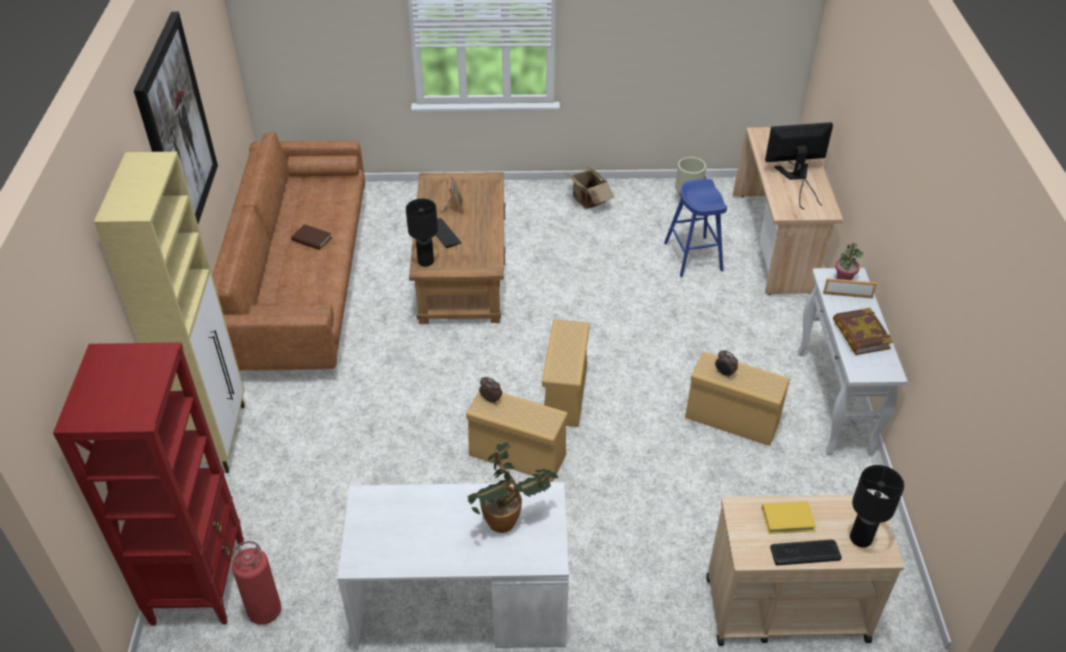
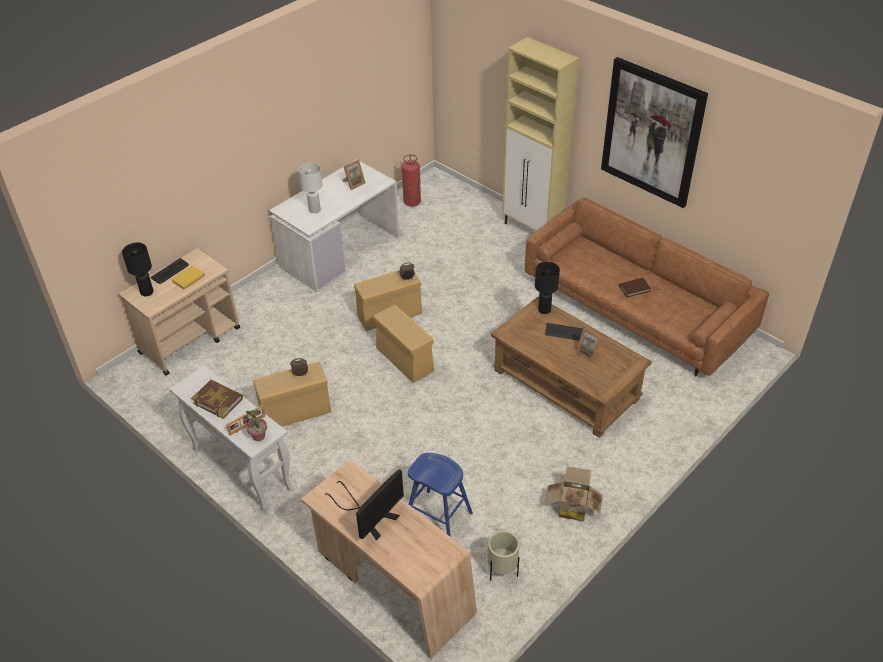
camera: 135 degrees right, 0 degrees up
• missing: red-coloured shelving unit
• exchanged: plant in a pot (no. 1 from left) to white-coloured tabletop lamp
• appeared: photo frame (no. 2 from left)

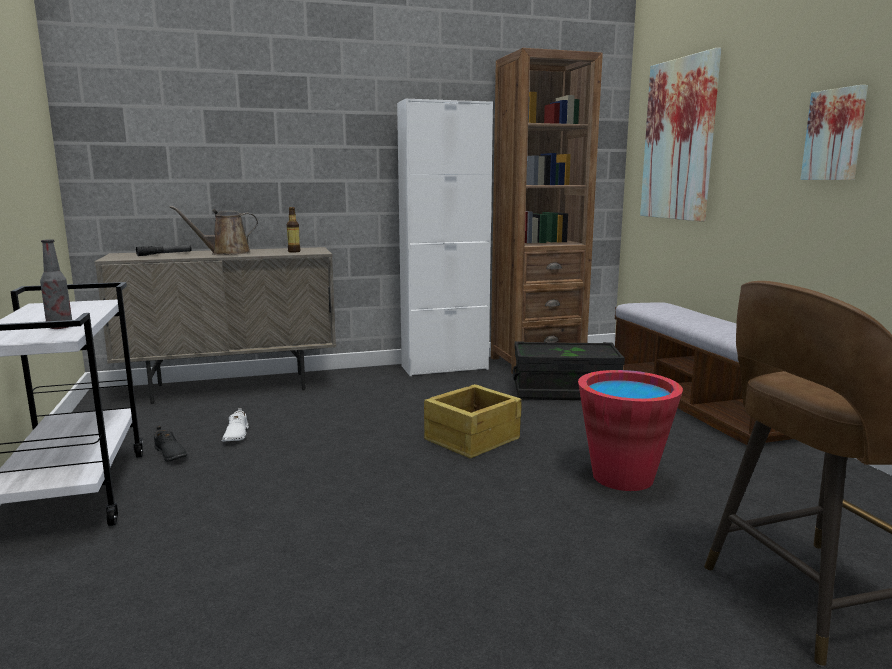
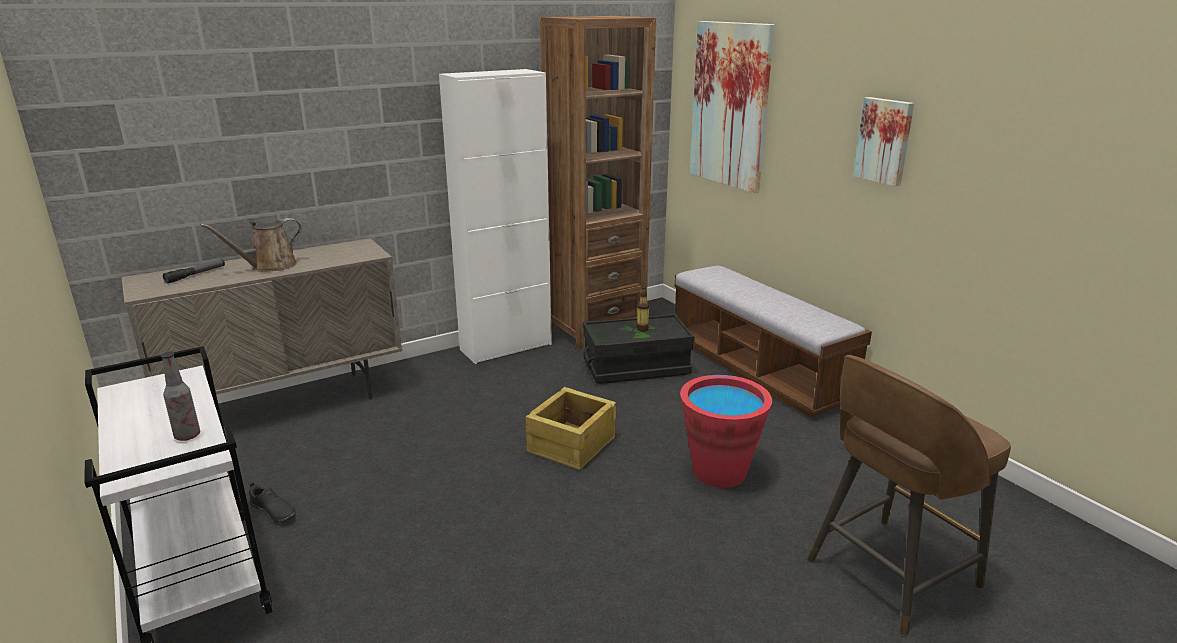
camera: 15 degrees left, 10 degrees up
• relocated: beverage bottle (no. 2 from left)
• missing: white-coloured shoe

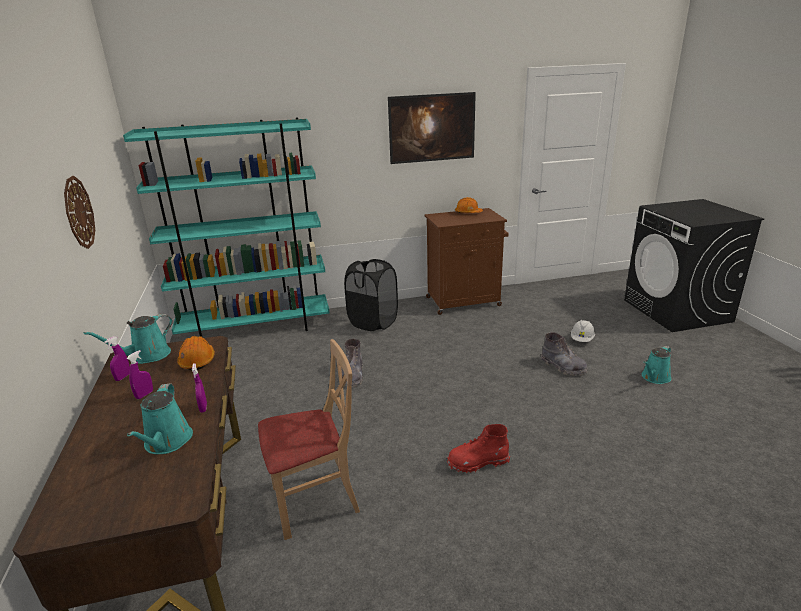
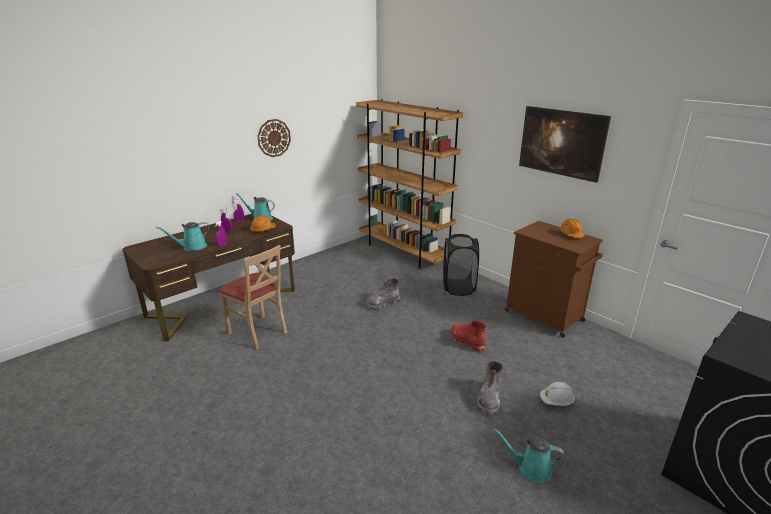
camera: 60 degrees right, 0 degrees up
• colour: turquoise shelving unit to brown shelving unit
• relocated: red-coloured boot

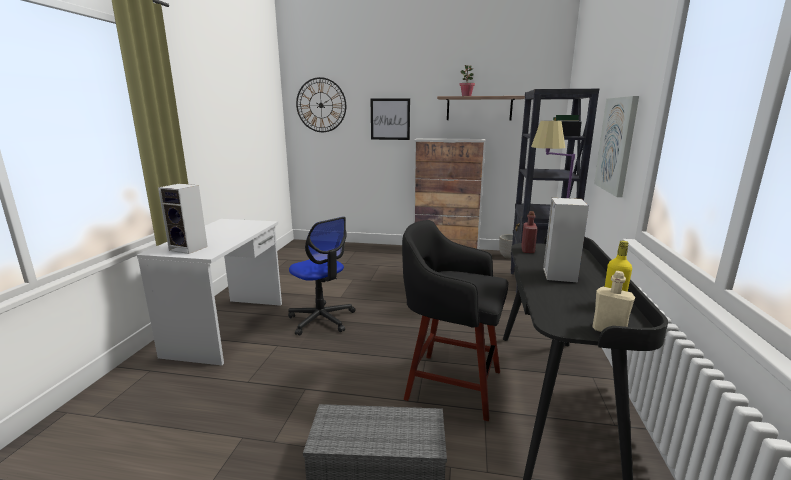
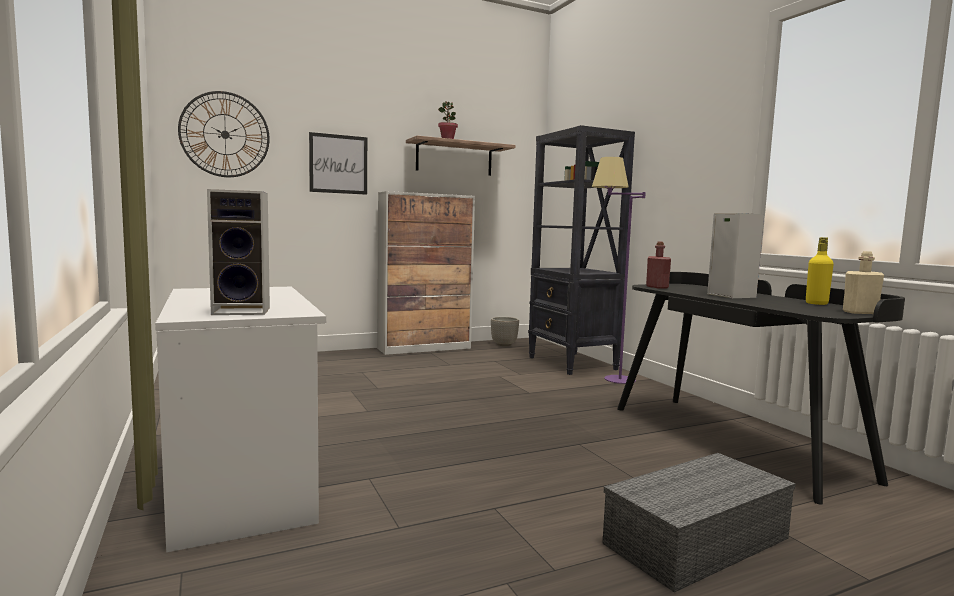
camera: 35 degrees left, 10 degrees down
• missing: wall picture (no. 2 from left)
• missing: computer chair
• missing: black-coloured stool seat

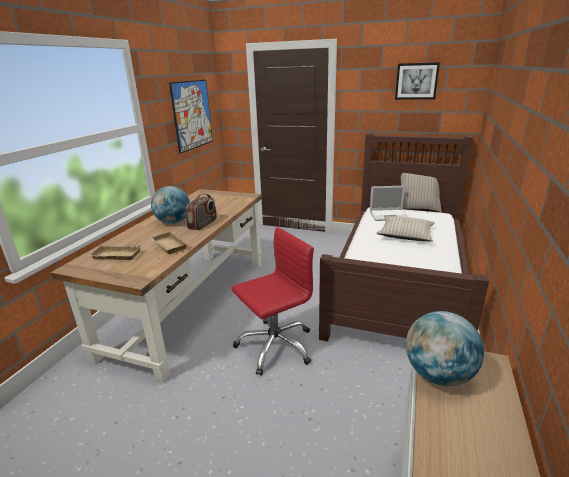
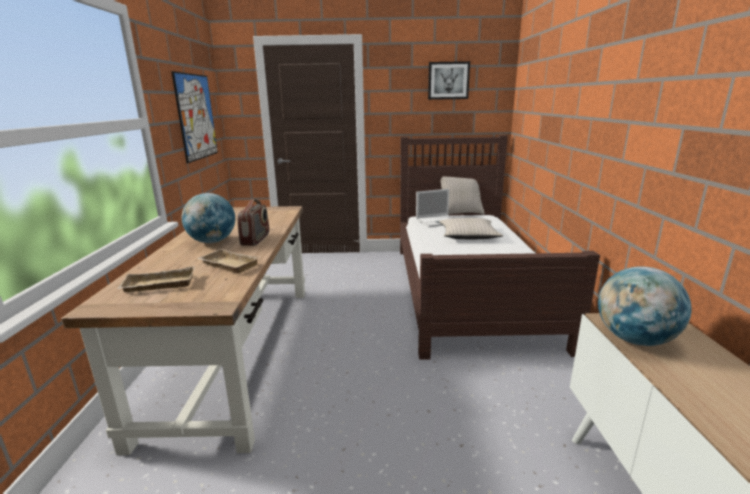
camera: 20 degrees left, 5 degrees down
• missing: red-coloured computer chair

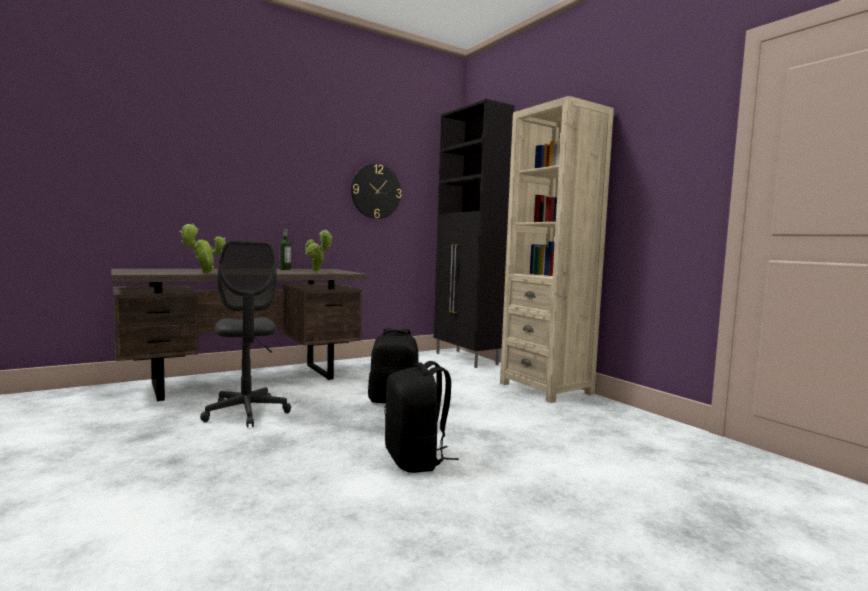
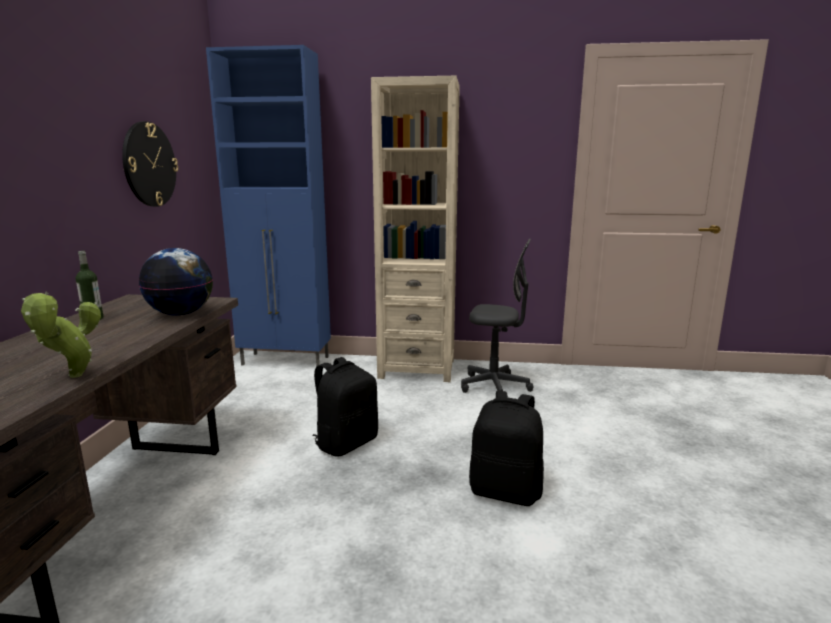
camera: 50 degrees left, 10 degrees up
• colour: black-coloured storage cabinet to bluish storage cabinet
• exchanged: plant in a pot (no. 2 from left) to globe
• relocated: gray computer chair

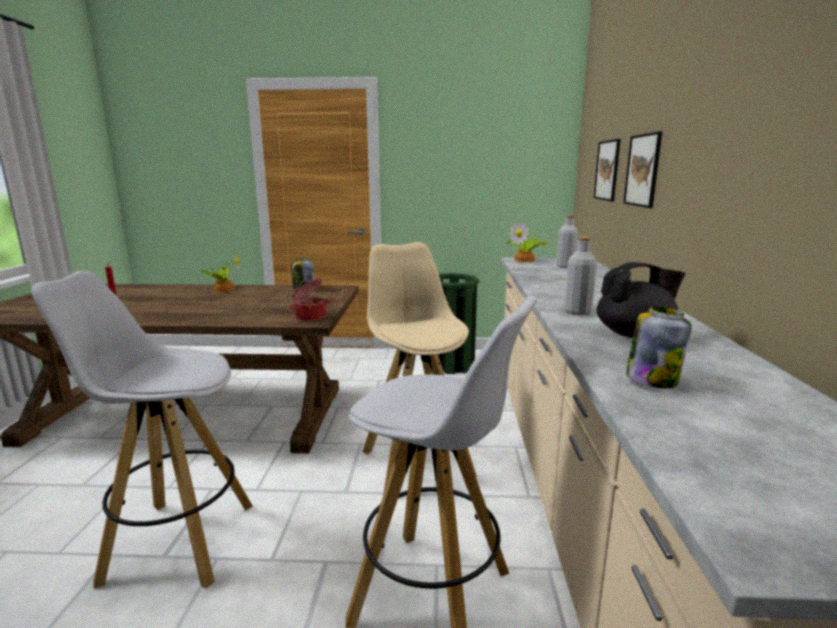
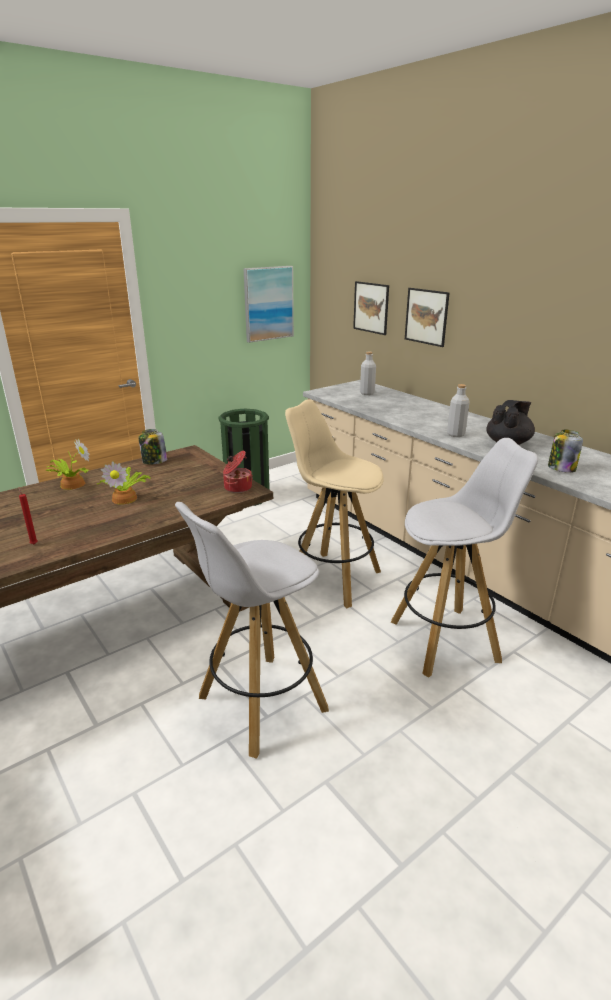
camera: 40 degrees left, 10 degrees up
• relocated: plant in a pot (no. 2 from left)
• appeared: wall picture (no. 1 from left)

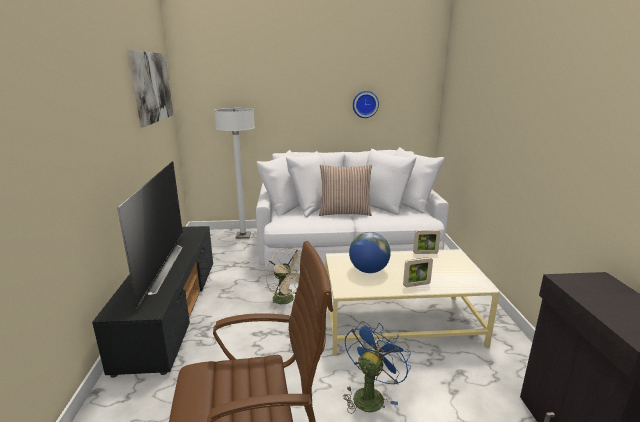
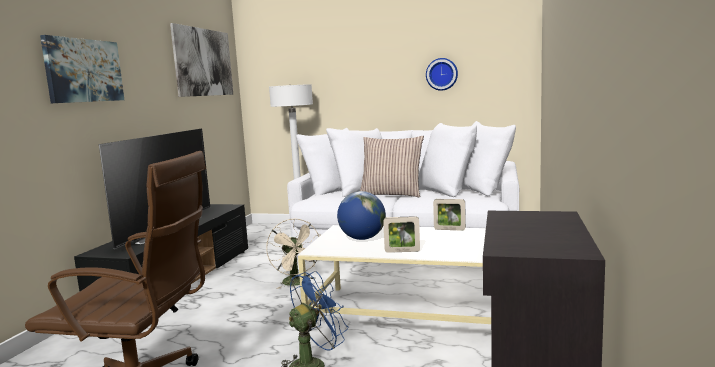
camera: 20 degrees right, 10 degrees down
• appeared: wall picture (no. 1 from left)

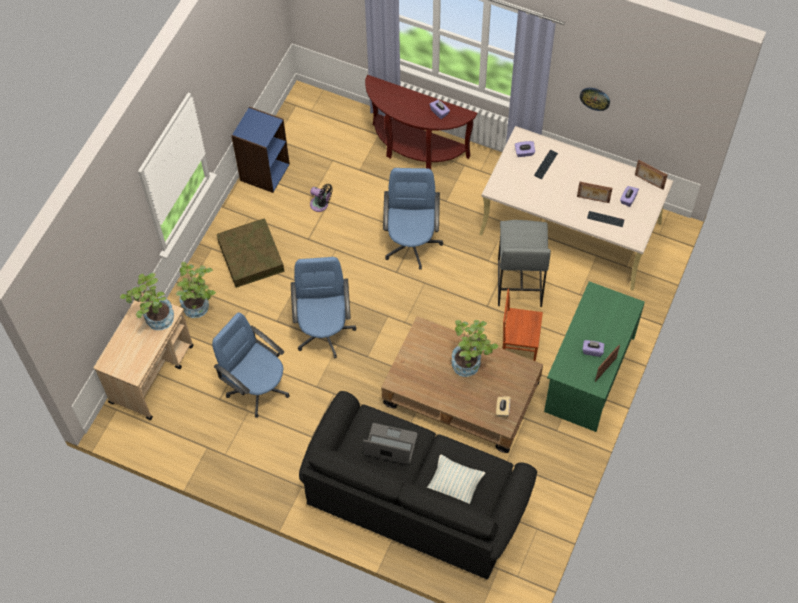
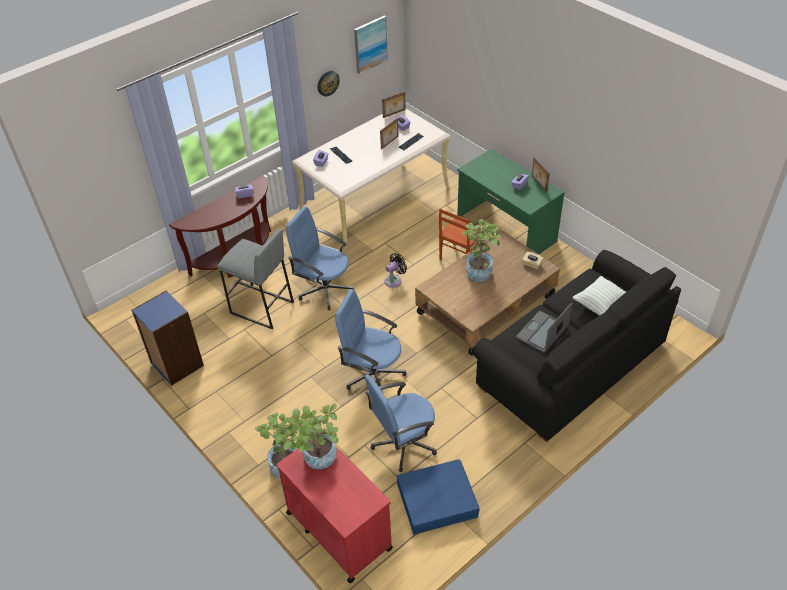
camera: 65 degrees left, 15 degrees down
• relocated: black-coloured electric fan
• missing: brown storage bin
• relocated: gray stool seat
• colour: beige-coloured trolley to red-coloured trolley
• appeared: wall picture
• appeared: bluish storage bin

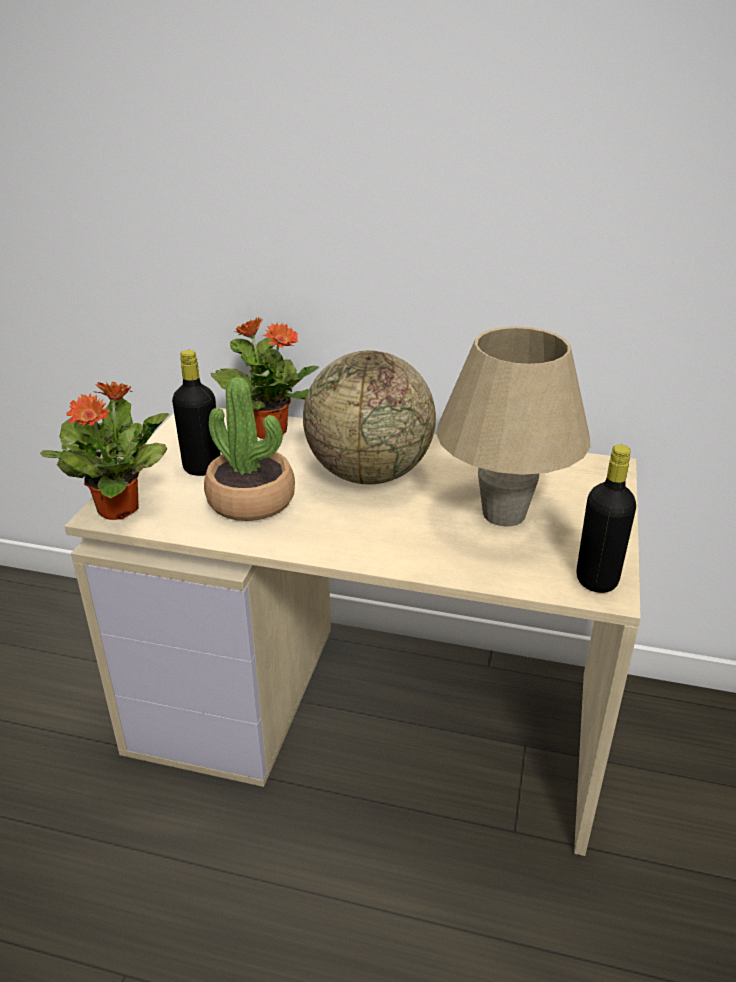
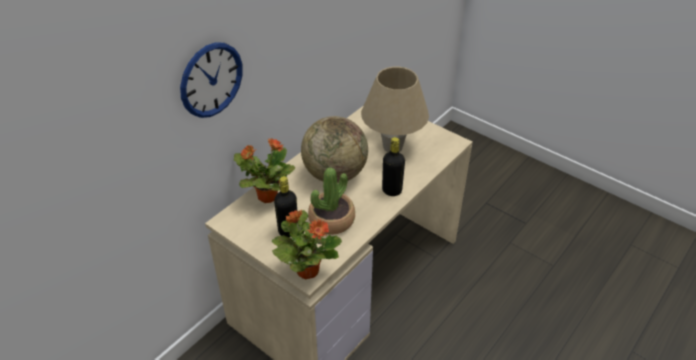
camera: 65 degrees left, 10 degrees up
• relocated: black-coloured beverage bottle (no. 2 from left)
• appeared: hanging clock

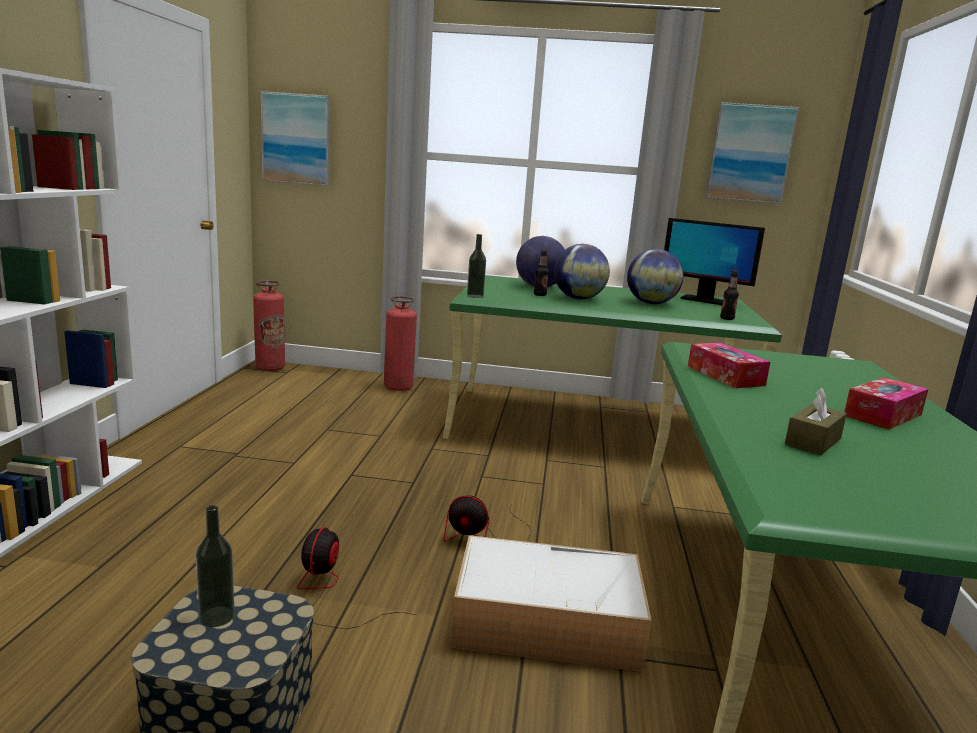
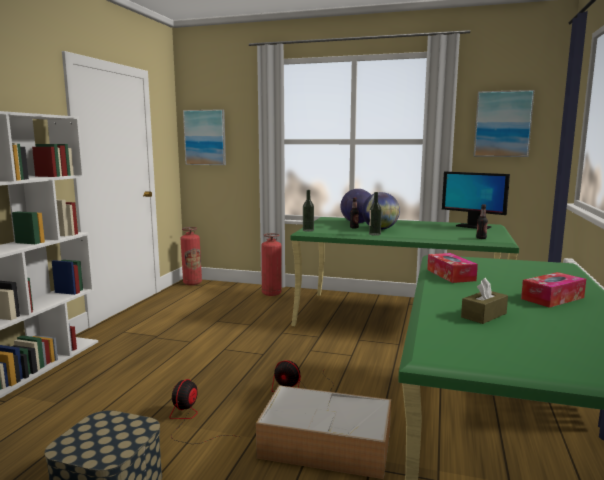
camera: 10 degrees right, 5 degrees down
• missing: globe (no. 3 from left)
• relocated: beverage bottle (no. 1 from left in the first image) to beverage bottle (no. 3 from left)

